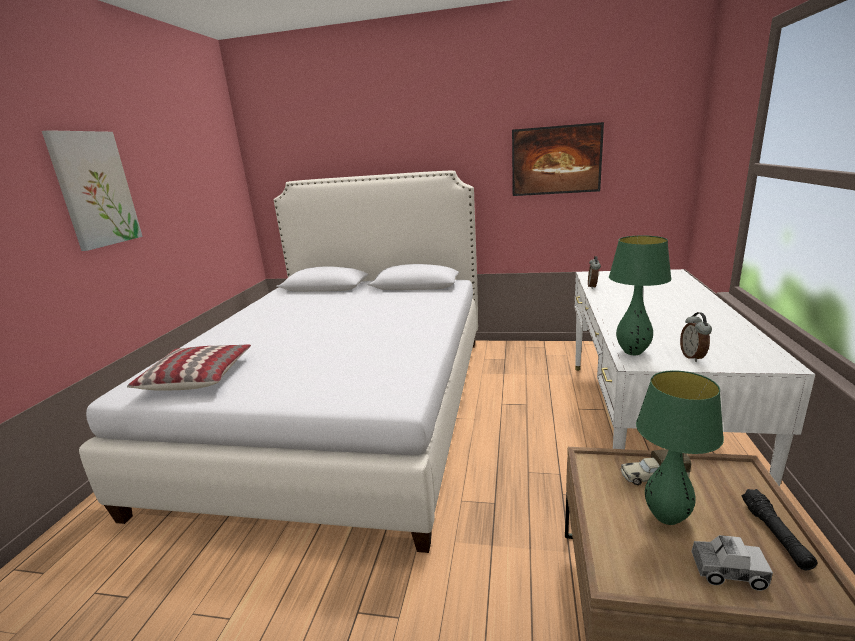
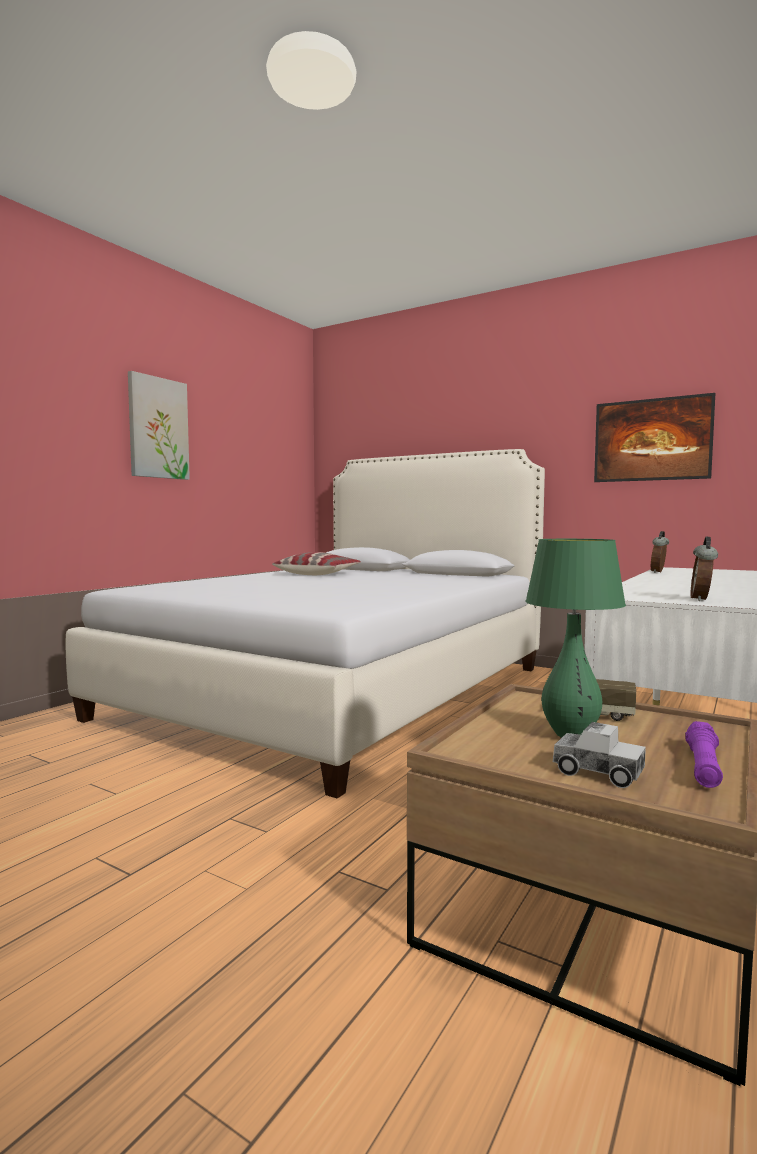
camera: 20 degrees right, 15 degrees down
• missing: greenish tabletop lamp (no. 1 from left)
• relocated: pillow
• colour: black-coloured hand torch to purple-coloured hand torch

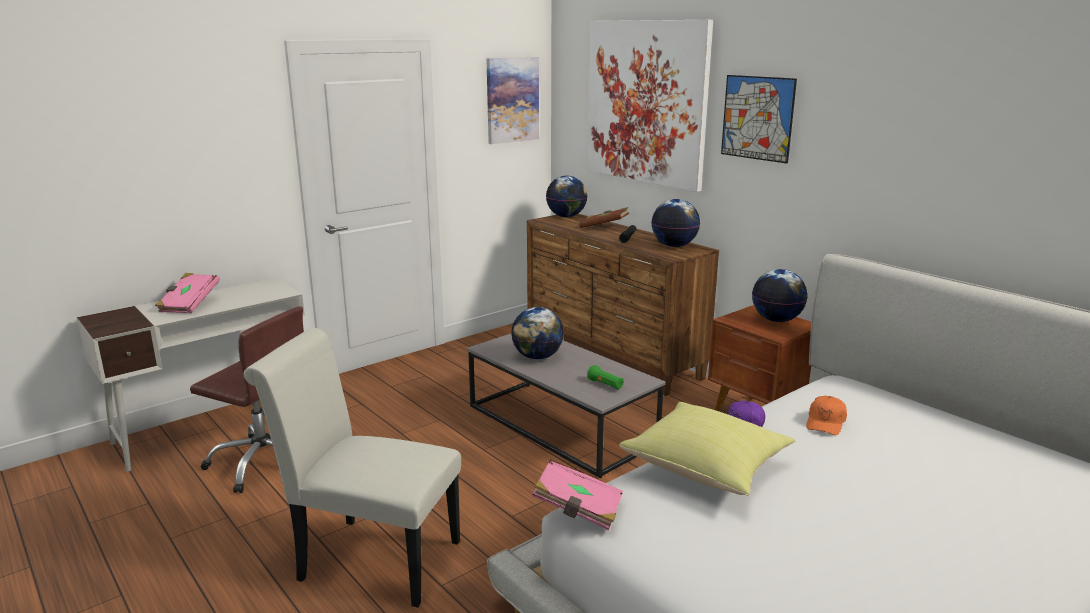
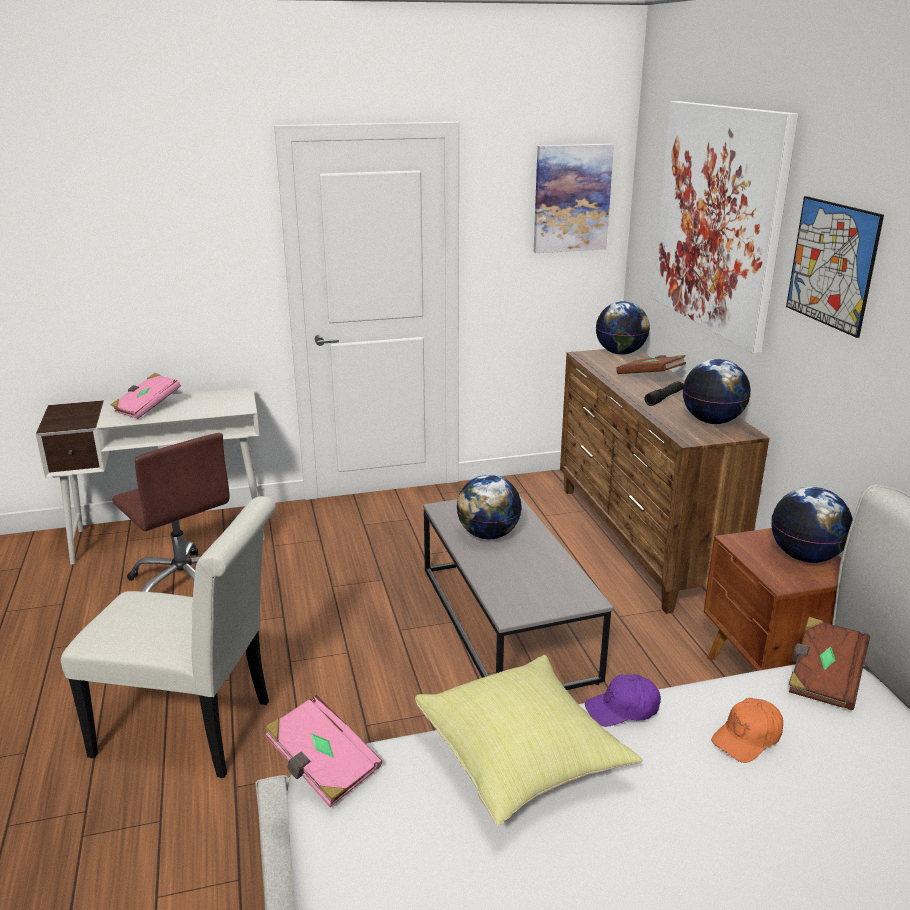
camera: 25 degrees right, 5 degrees up
• spun: white-coloured plain chair 150 degrees clockwise
• missing: greenish hand torch
• appeared: brown volume (no. 2 from left)

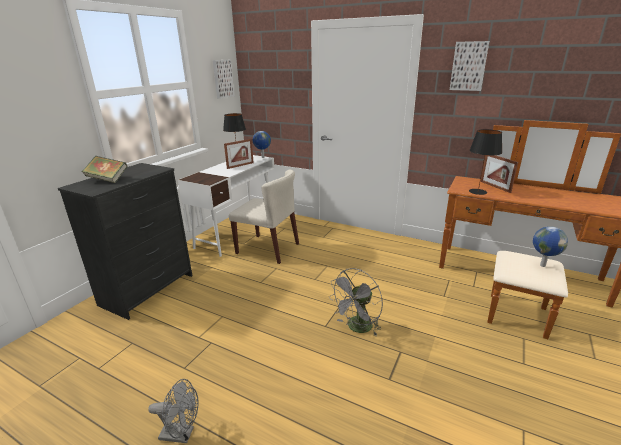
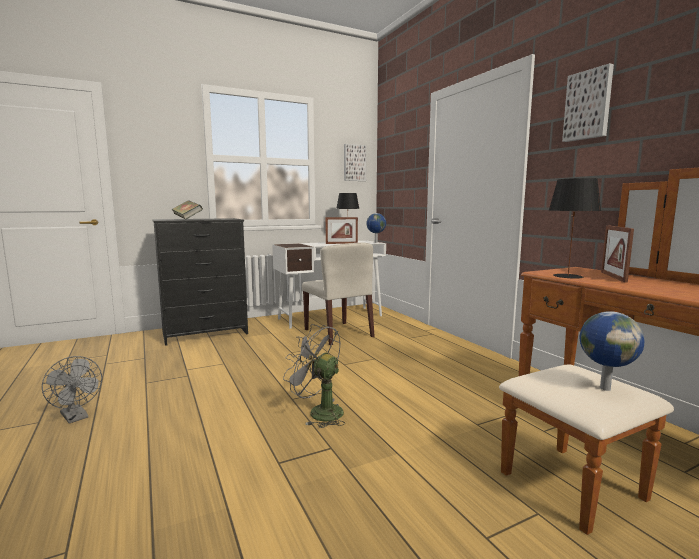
camera: 35 degrees right, 15 degrees down
• spun: gray electric fan (no. 2 from left) 45 degrees clockwise

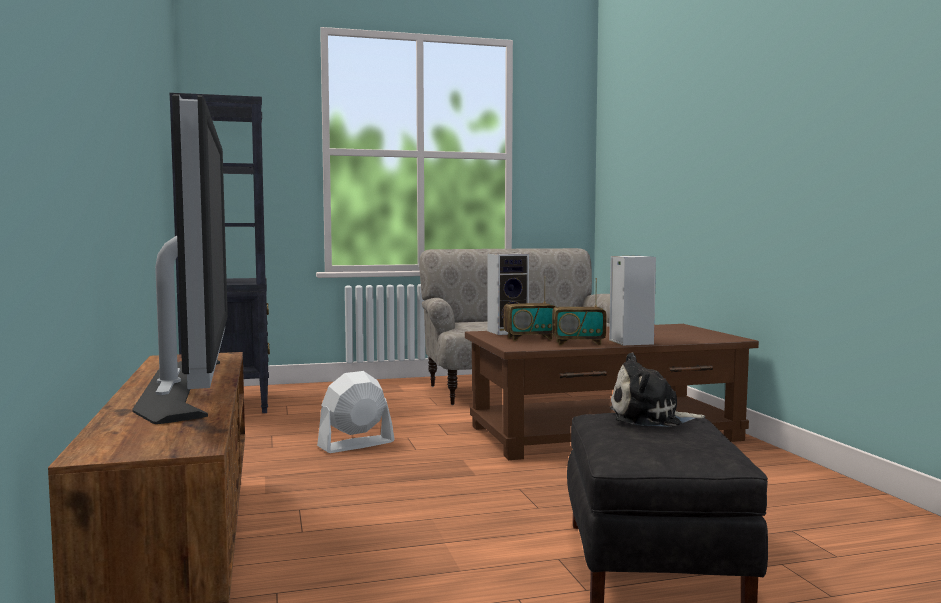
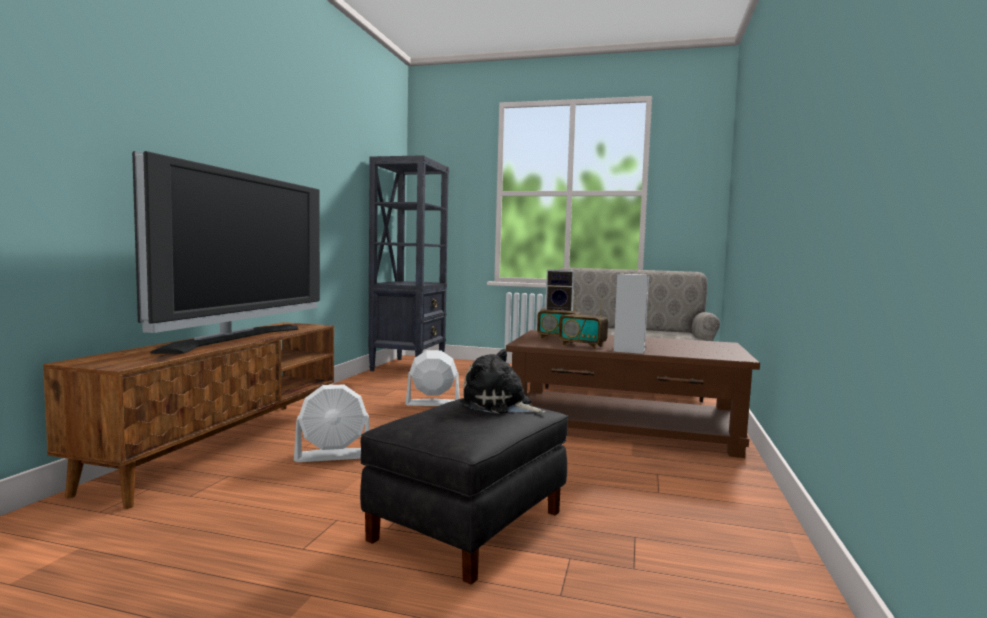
camera: 30 degrees right, 0 degrees up
• appeared: white-coloured electric fan (no. 1 from left)

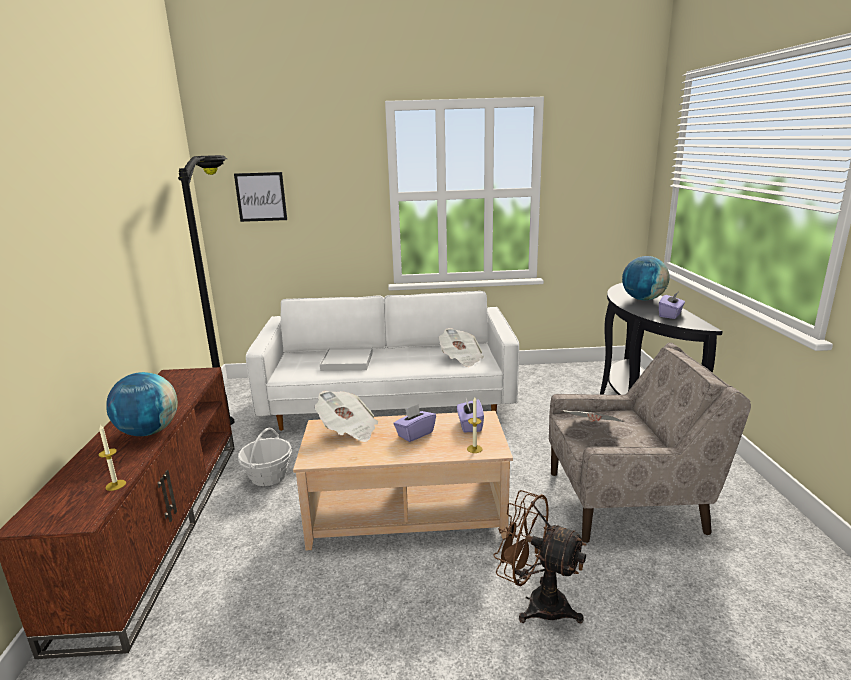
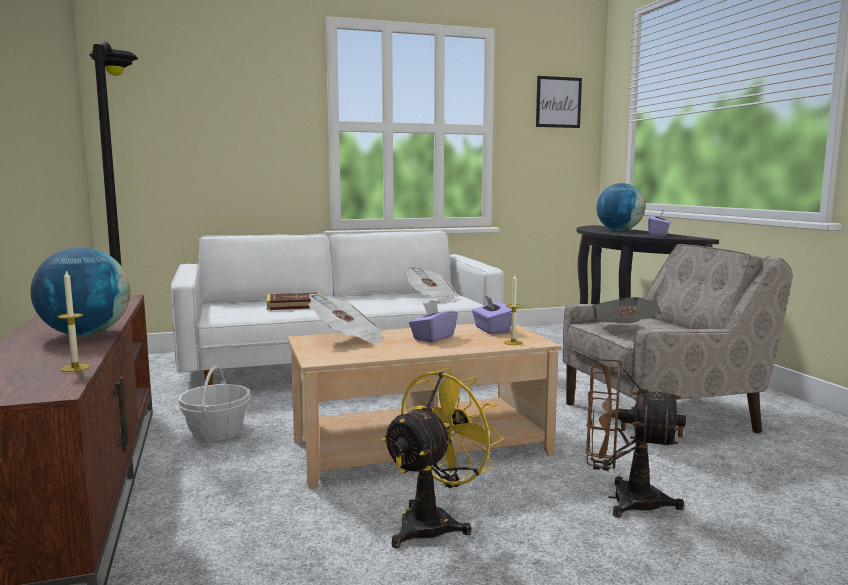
camera: 15 degrees left, 10 degrees down
• relocated: wall picture
• exchanged: white-coloured tray to volume
• appeared: yellowish electric fan

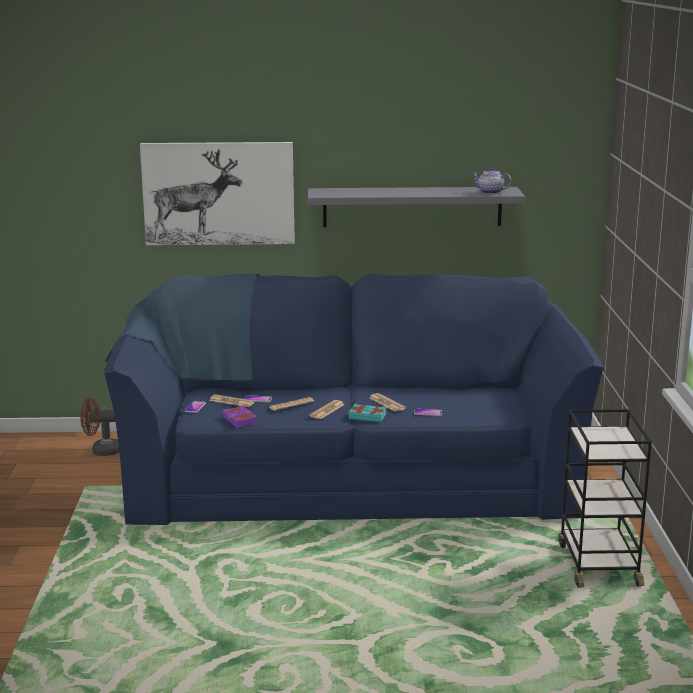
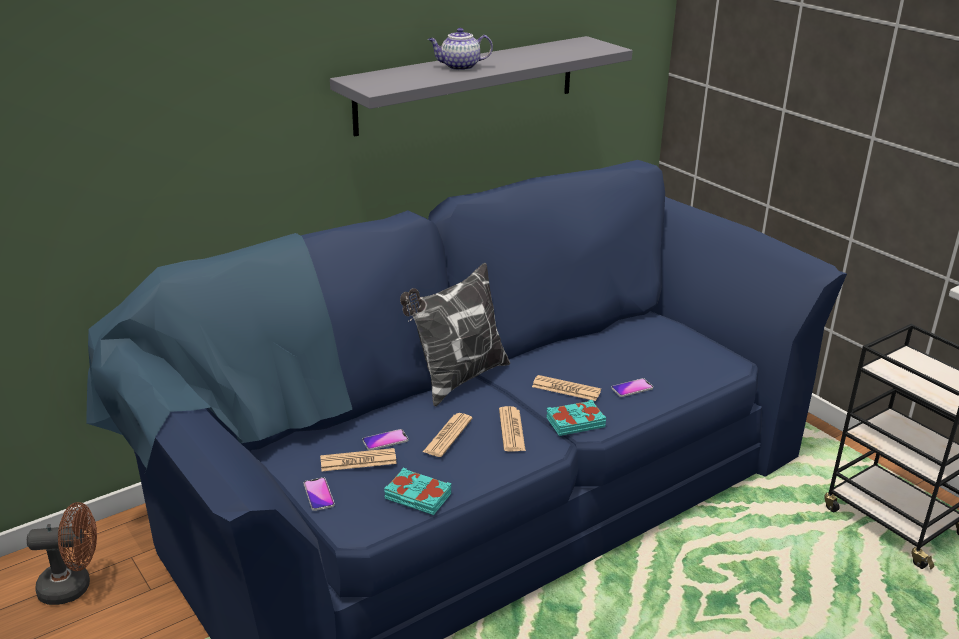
camera: 35 degrees left, 10 degrees up
• missing: wall picture
• relocated: pot for tea
• spun: brown electric fan 150 degrees counterclockwise
• colour: purple-coloured volume to turquoise volume (no. 1 from left)
• appeared: pillow

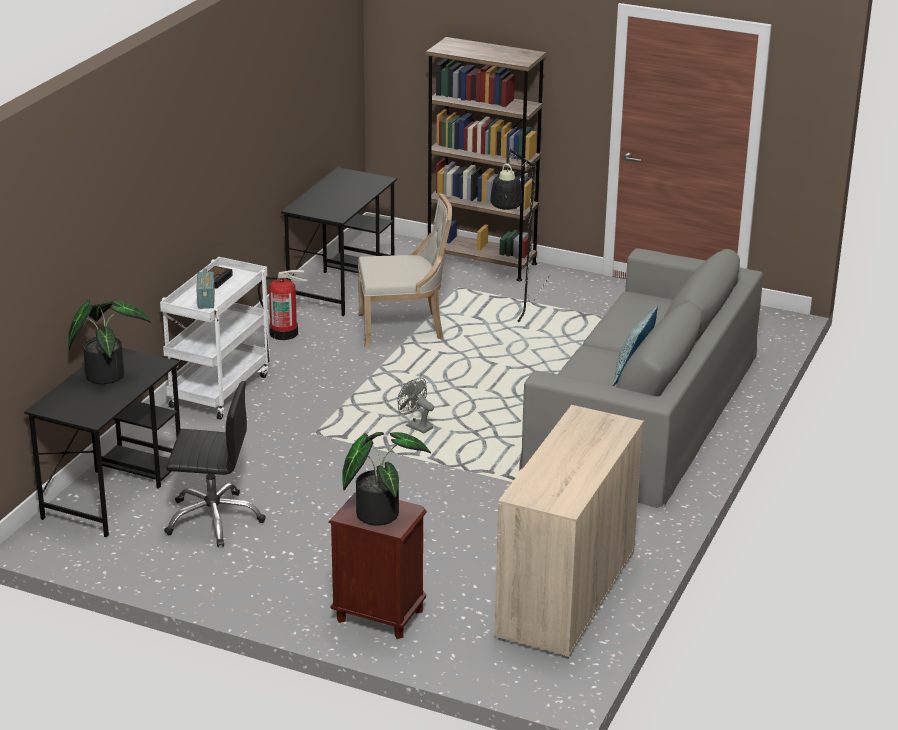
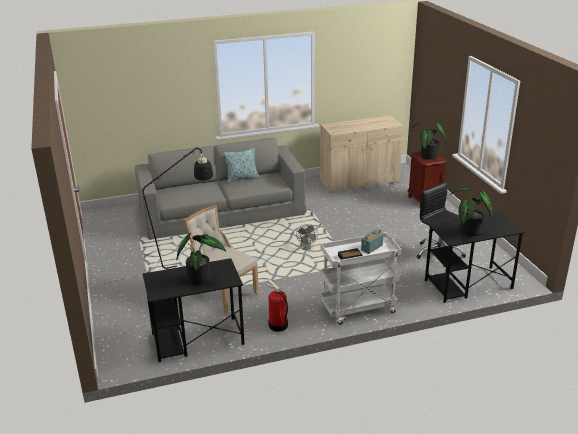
camera: 130 degrees left, 0 degrees up
• missing: brown shelving unit
• appeared: plant in a pot (no. 1 from left)

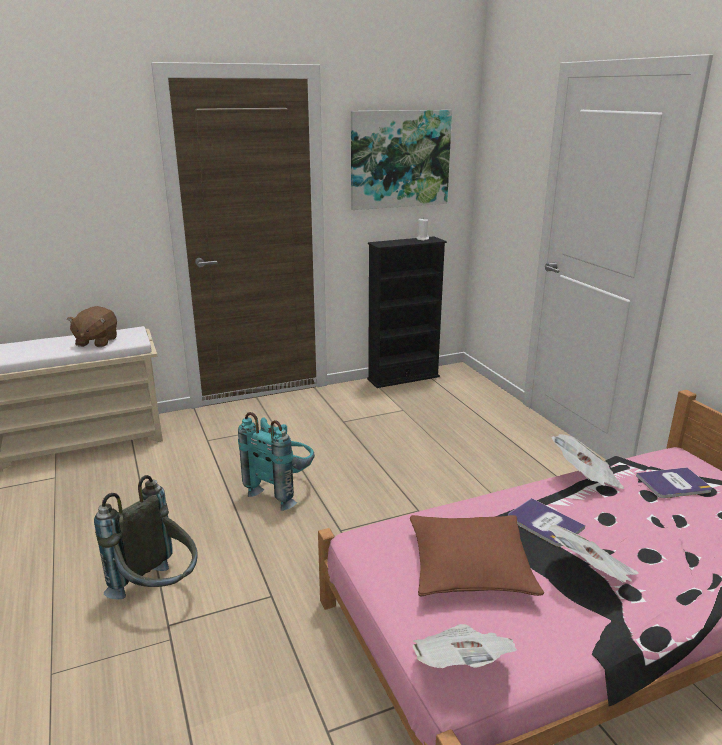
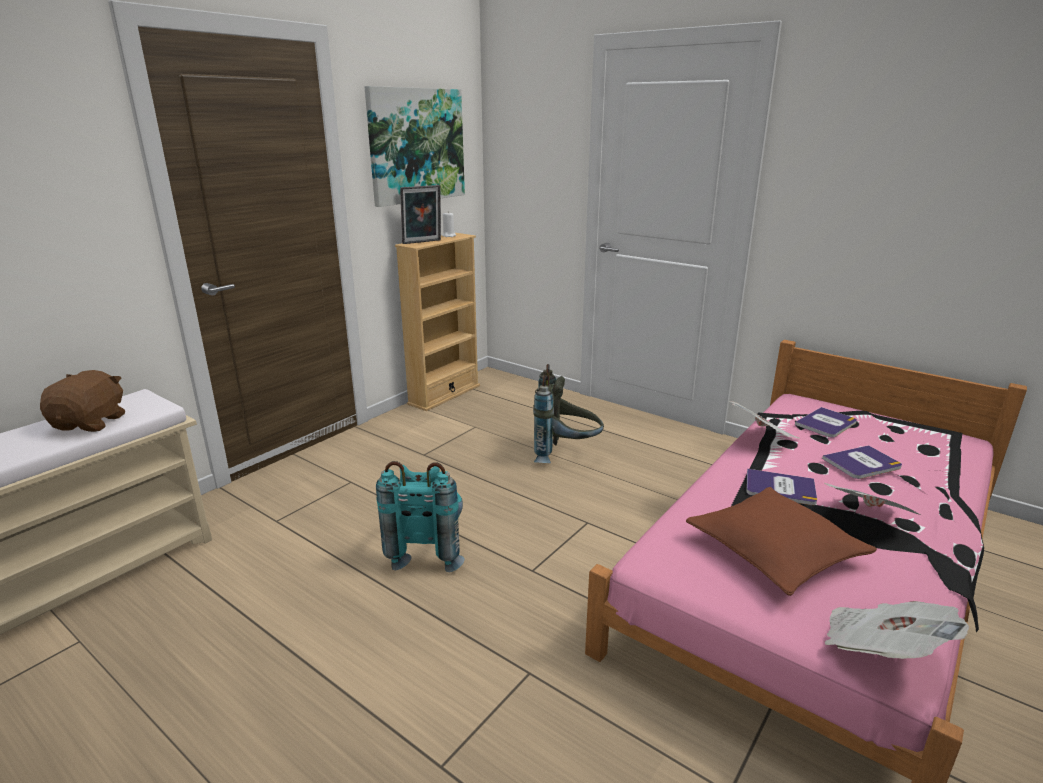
camera: 30 degrees left, 0 degrees up
• colour: black-coloured shelving unit to beige-coloured shelving unit
• spun: brown plush toy 150 degrees counterclockwise
• relocated: gray rucksack
• appeared: photo frame
• appeared: volume (no. 3 from left)

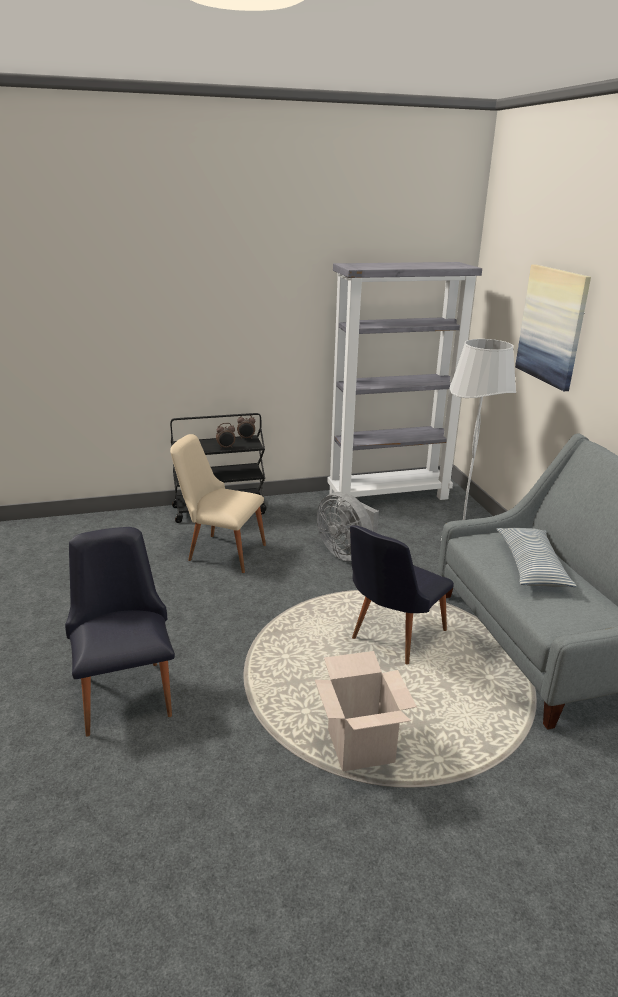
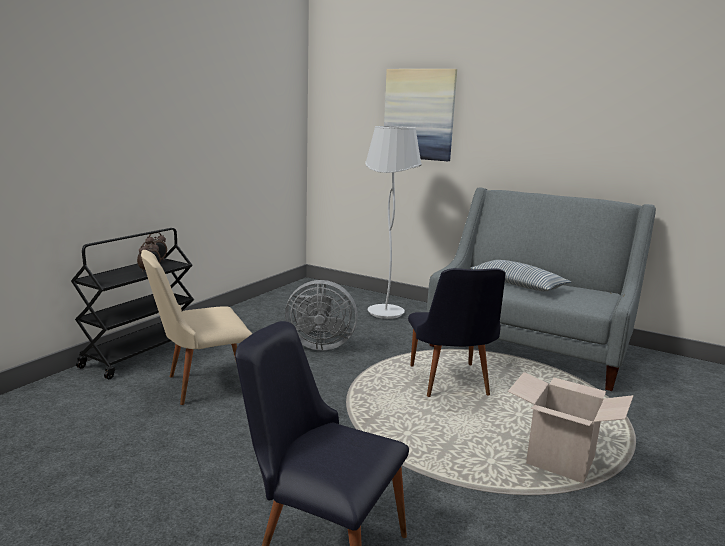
camera: 45 degrees left, 10 degrees down
• missing: gray shelving unit

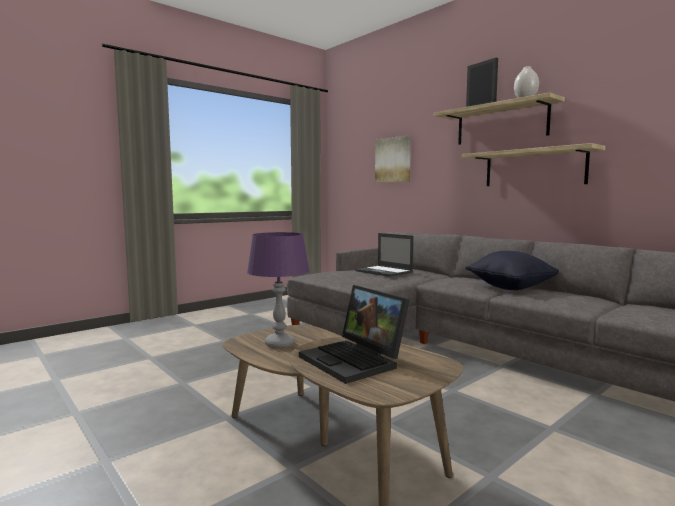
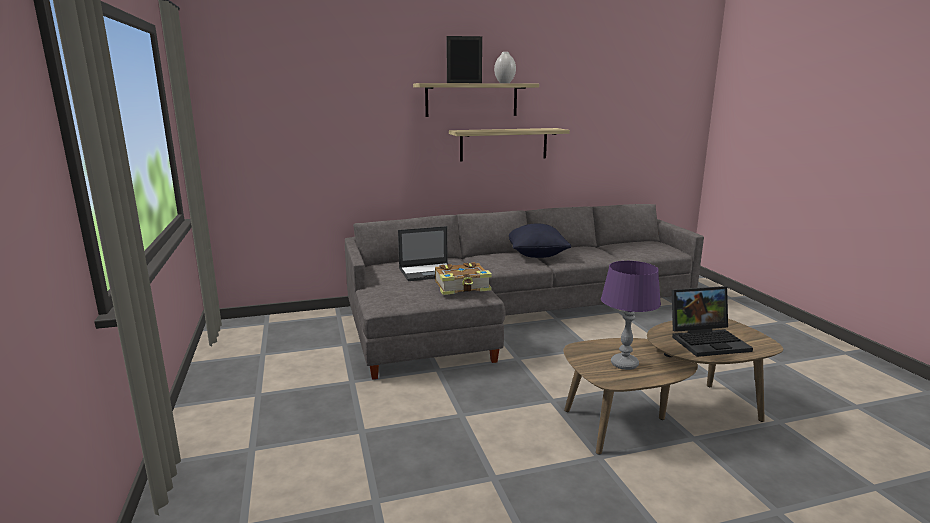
camera: 65 degrees left, 10 degrees up
• missing: wall picture
• appeared: volume

